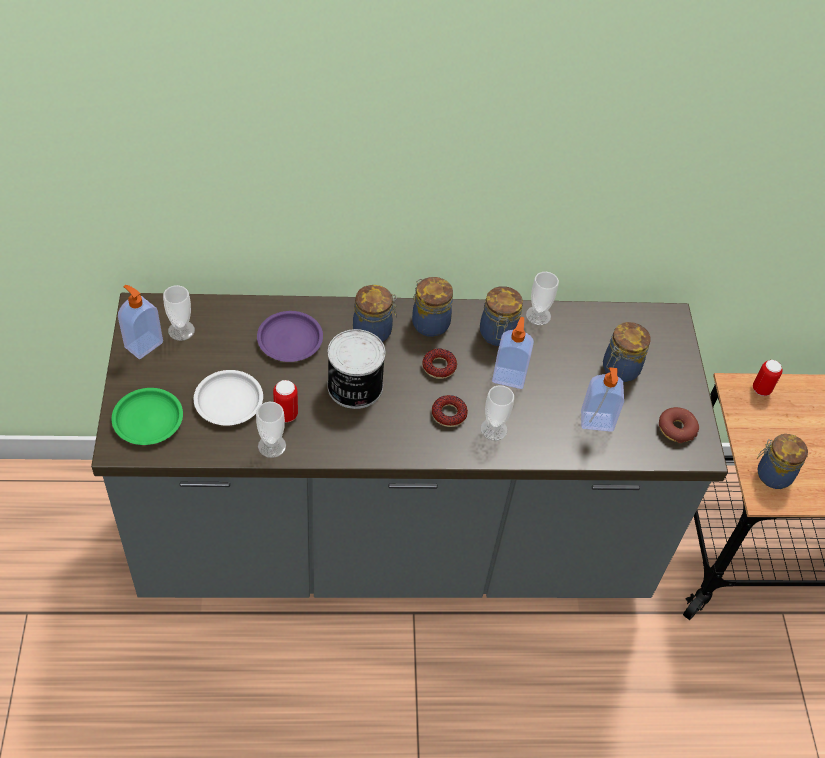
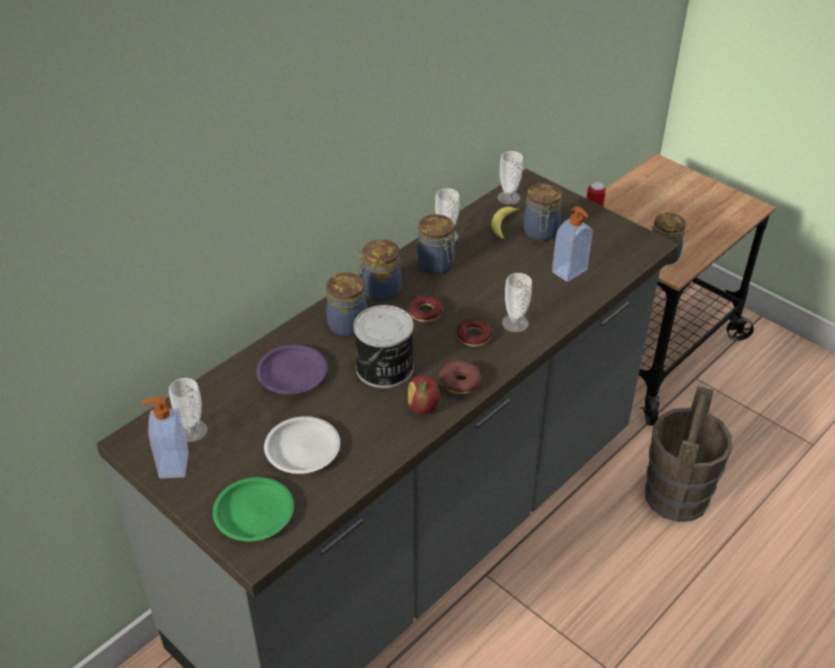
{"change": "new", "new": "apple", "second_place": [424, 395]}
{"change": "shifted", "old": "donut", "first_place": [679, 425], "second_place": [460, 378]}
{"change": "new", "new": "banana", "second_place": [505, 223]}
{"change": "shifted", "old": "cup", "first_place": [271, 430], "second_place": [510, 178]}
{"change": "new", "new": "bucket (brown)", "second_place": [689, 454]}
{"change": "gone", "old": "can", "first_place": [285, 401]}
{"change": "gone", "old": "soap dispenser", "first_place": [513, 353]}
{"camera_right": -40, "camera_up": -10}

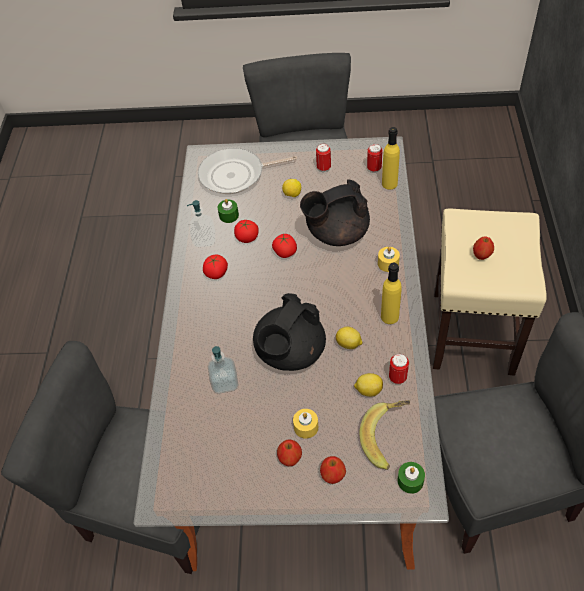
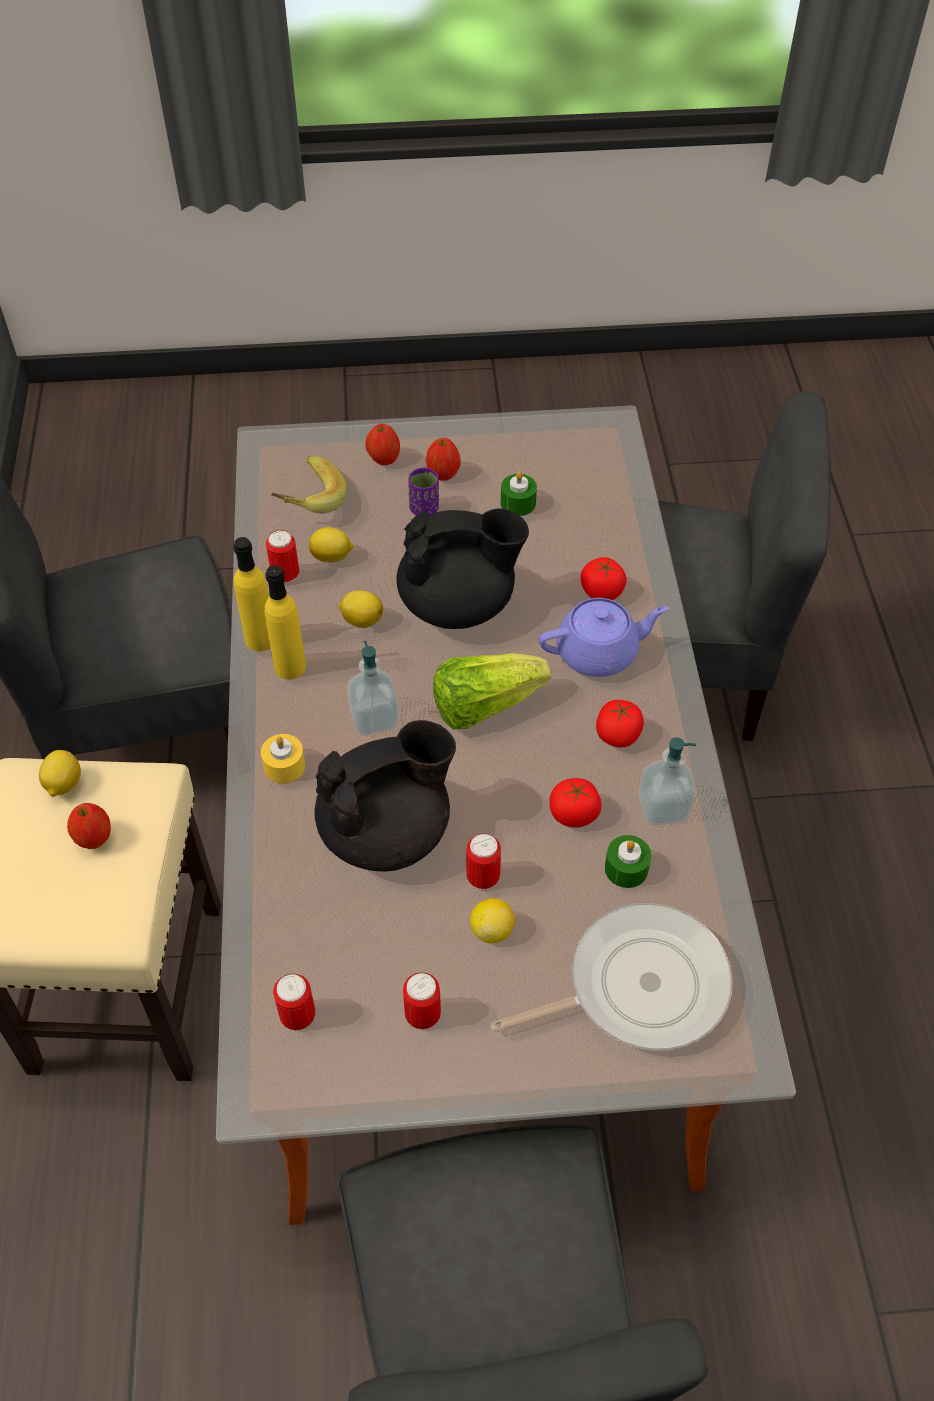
{"change": "new", "new": "lemon", "second_place": [60, 773]}
{"change": "shifted", "old": "bottle (yellow)", "first_place": [391, 158], "second_place": [251, 594]}
{"change": "shifted", "old": "soap dispenser", "first_place": [223, 370], "second_place": [373, 688]}
{"change": "rotated", "old": "teapot (black)", "first_place": [289, 332], "second_place": [462, 568], "degrees": 60}
{"change": "swapped", "old": "candle (yellow)", "new": "cup (purple)", "first_place": [305, 424], "second_place": [423, 491]}
{"change": "new", "new": "lettuce", "second_place": [492, 691]}
{"change": "new", "new": "can", "second_place": [483, 861]}
{"change": "shifted", "old": "candle (green)", "first_place": [411, 478], "second_place": [519, 493]}
{"change": "new", "new": "teapot (purple)", "second_place": [604, 637]}
{"change": "shifted", "old": "tomato", "first_place": [284, 246], "second_place": [604, 578]}
{"camera_right": 170, "camera_up": 0}

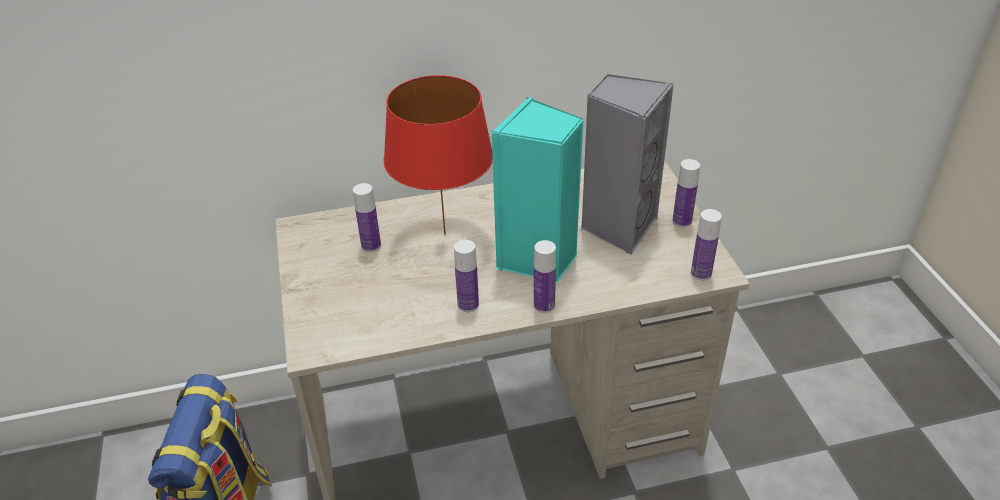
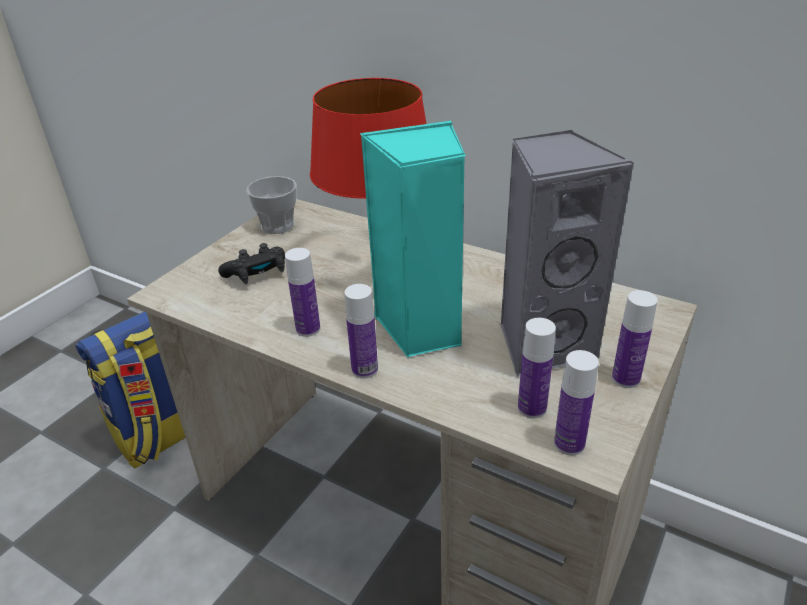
{"change": "new", "new": "game controller (black)", "second_place": [251, 263]}
{"change": "new", "new": "cup", "second_place": [271, 205]}
{"change": "shifted", "old": "bottle", "first_place": [367, 217], "second_place": [537, 368]}
{"camera_right": 45, "camera_up": -5}

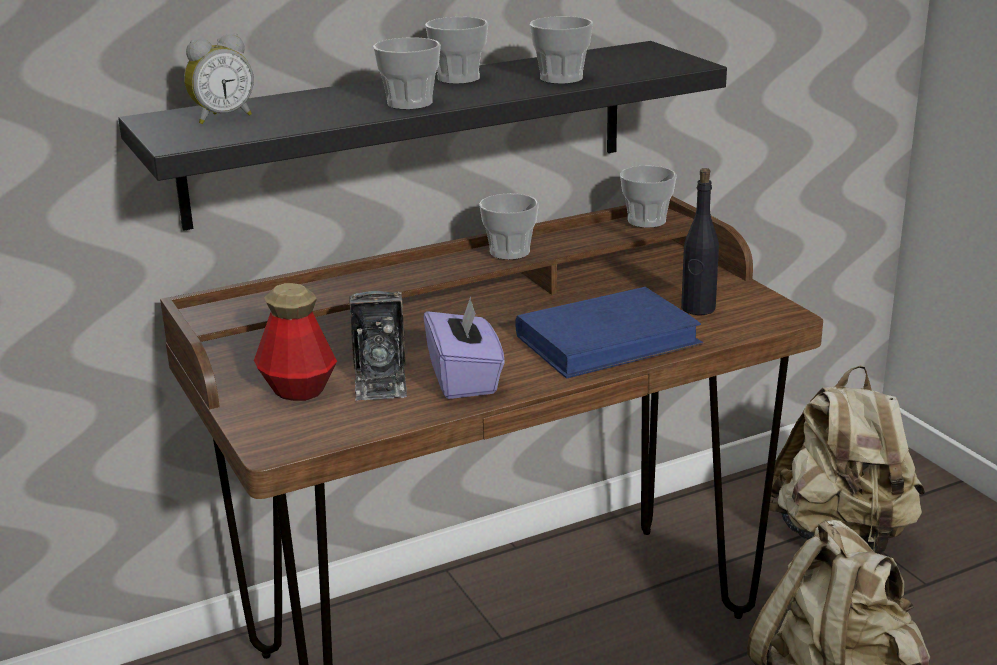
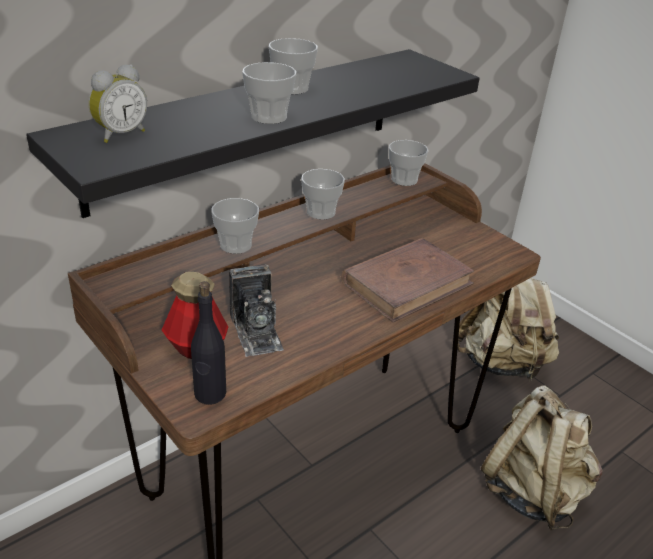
{"change": "shifted", "old": "bottle (black)", "first_place": [700, 241], "second_place": [208, 343]}
{"change": "shifted", "old": "cup", "first_place": [561, 50], "second_place": [235, 226]}
{"change": "repainted", "old": "book (blue)", "new": "book (brown)", "first_place": [609, 333], "second_place": [407, 280]}
{"change": "gone", "old": "tissue box (purple)", "first_place": [464, 347]}
{"camera_right": -15, "camera_up": 10}

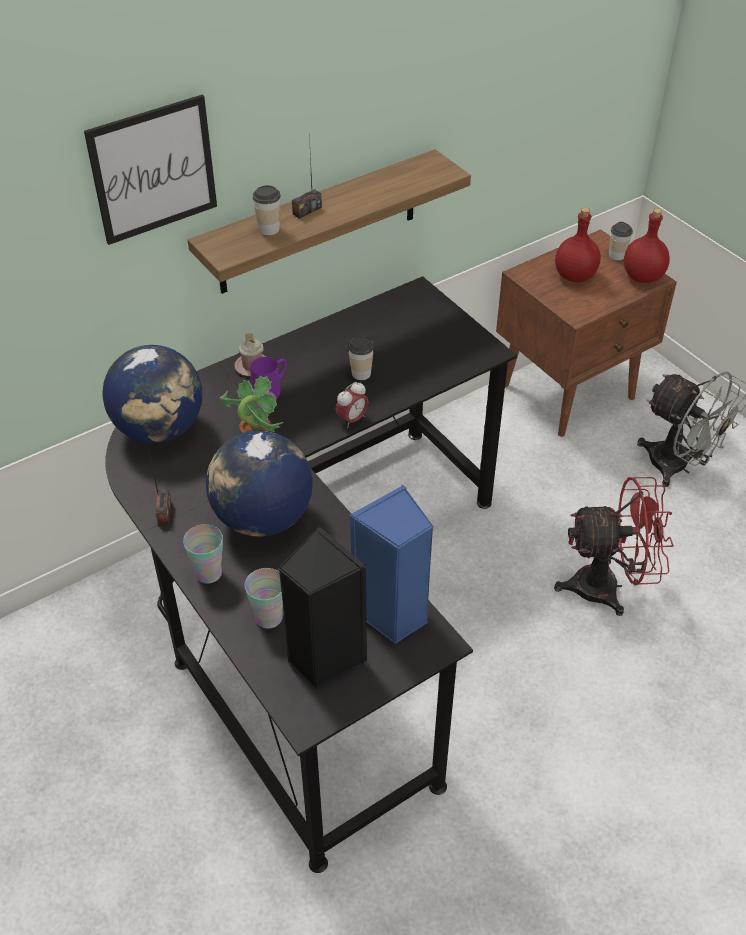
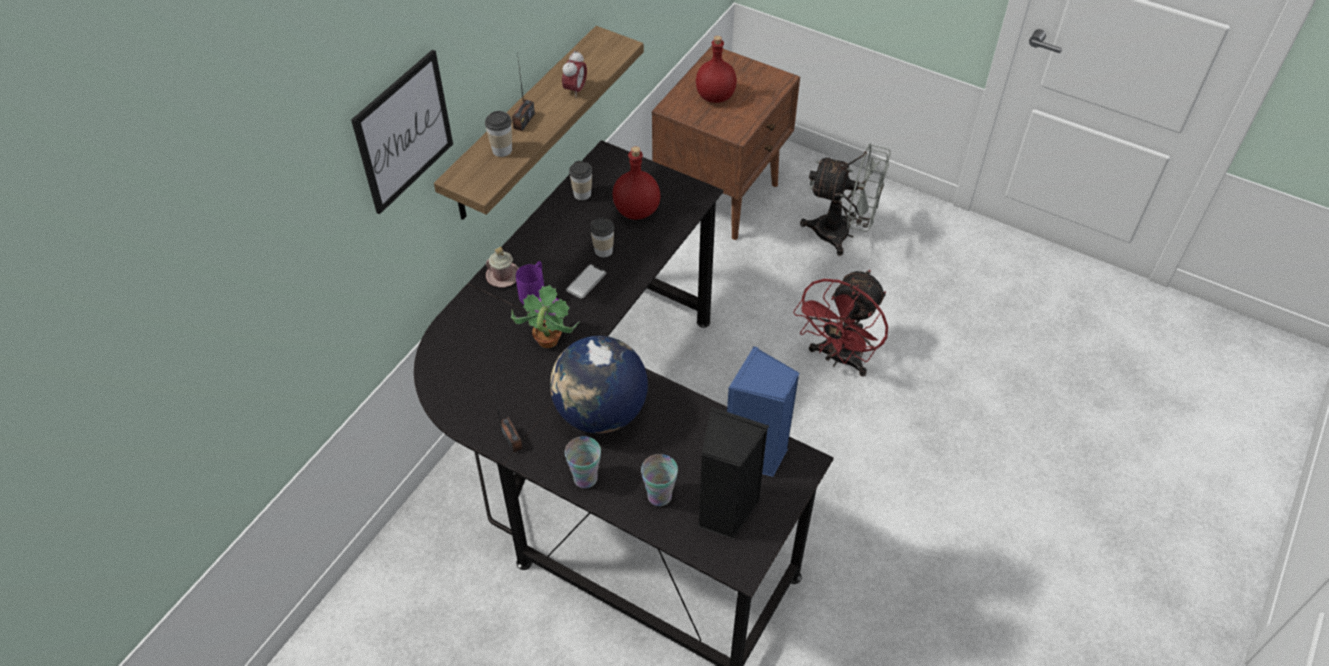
{"change": "shifted", "old": "alarm clock", "first_place": [351, 405], "second_place": [574, 74]}
{"change": "new", "new": "phone", "second_place": [586, 281]}
{"change": "shifted", "old": "cup", "first_place": [621, 241], "second_place": [580, 180]}
{"change": "shifted", "old": "bottle (red)", "first_place": [647, 246], "second_place": [636, 183]}
{"change": "rotated", "old": "fan (red)", "first_place": [614, 546], "second_place": [840, 323], "degrees": 150}
{"change": "gone", "old": "globe", "first_place": [152, 394]}
{"camera_right": -25, "camera_up": 5}

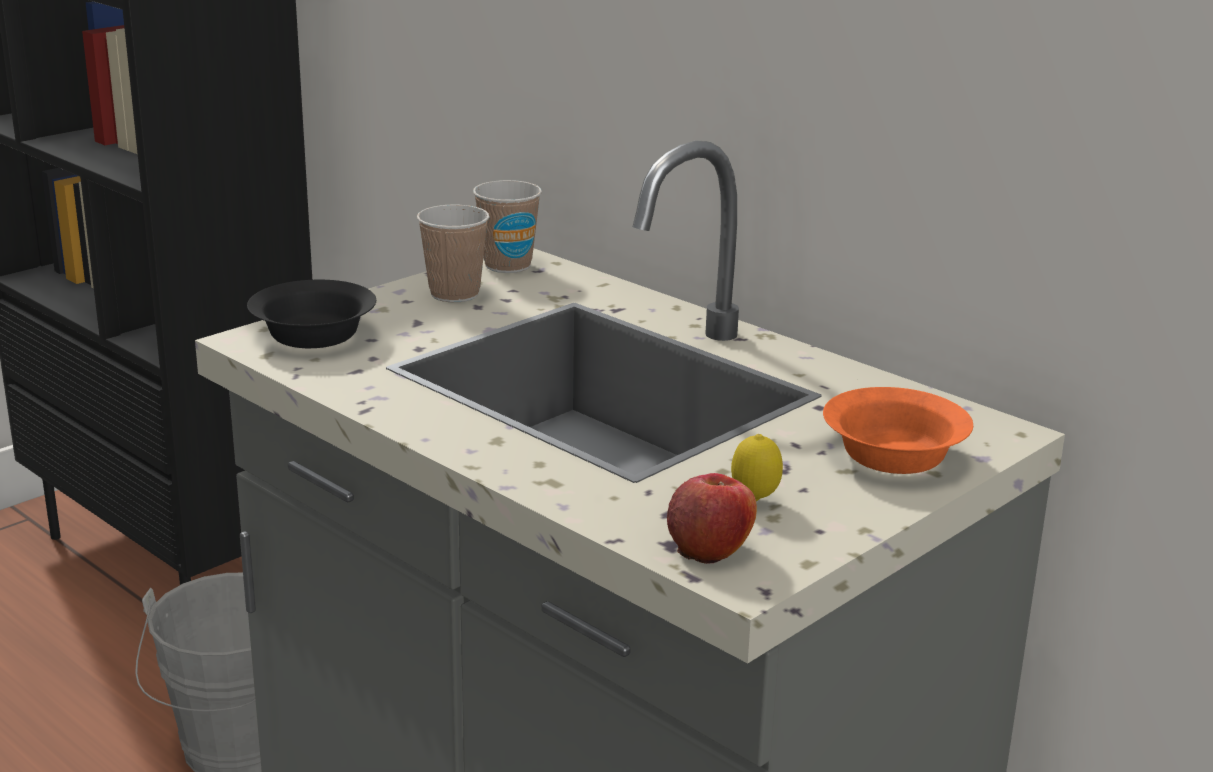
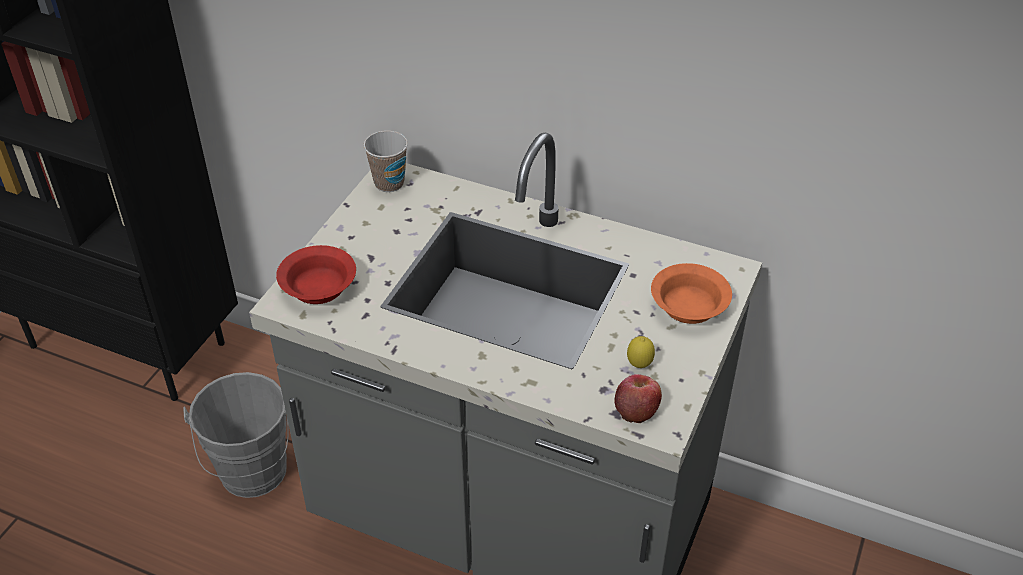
{"change": "repainted", "old": "bowl (black)", "new": "bowl (red)", "first_place": [311, 314], "second_place": [316, 274]}
{"change": "gone", "old": "cup", "first_place": [453, 253]}
{"camera_right": -20, "camera_up": 20}

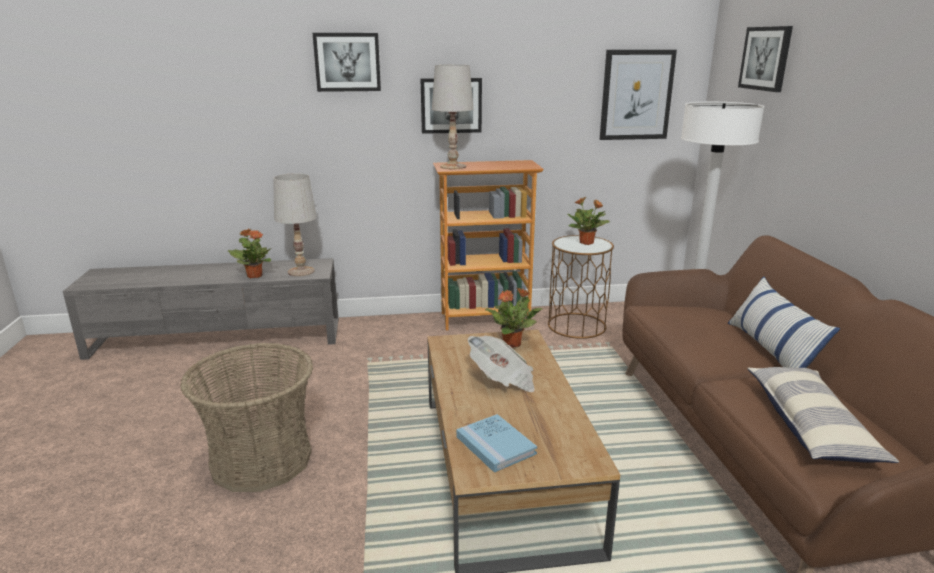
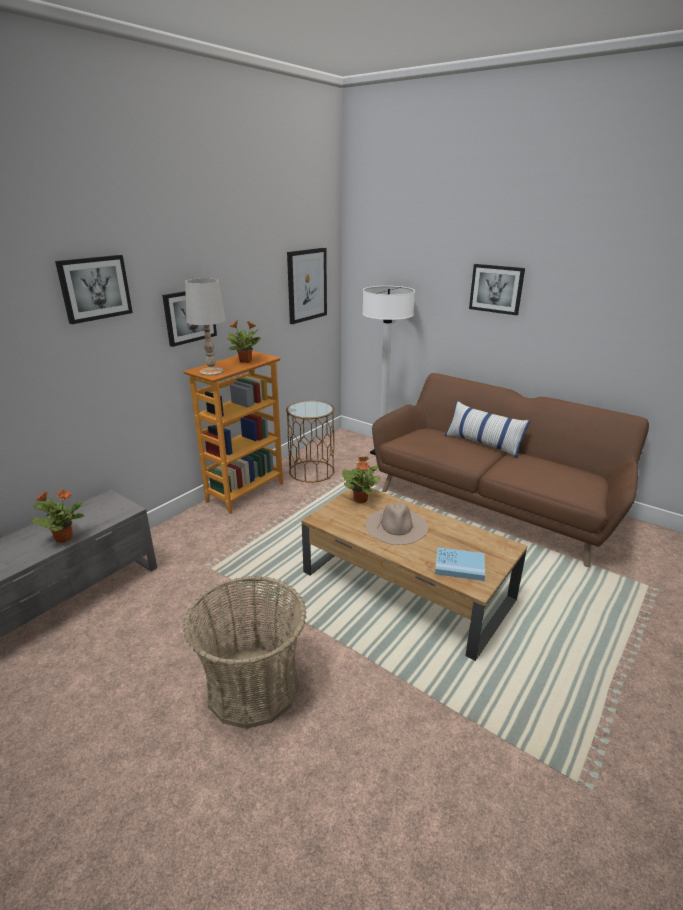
{"change": "shifted", "old": "potted plant", "first_place": [588, 221], "second_place": [244, 342]}
{"change": "swapped", "old": "newspaper", "new": "hat (beige)", "first_place": [500, 364], "second_place": [396, 523]}
{"change": "shifted", "old": "picture", "first_place": [765, 59], "second_place": [497, 289]}
{"change": "gone", "old": "table lamp (white)", "first_place": [295, 224]}
{"change": "gone", "old": "pillow", "first_place": [823, 415]}
{"camera_right": -45, "camera_up": 5}

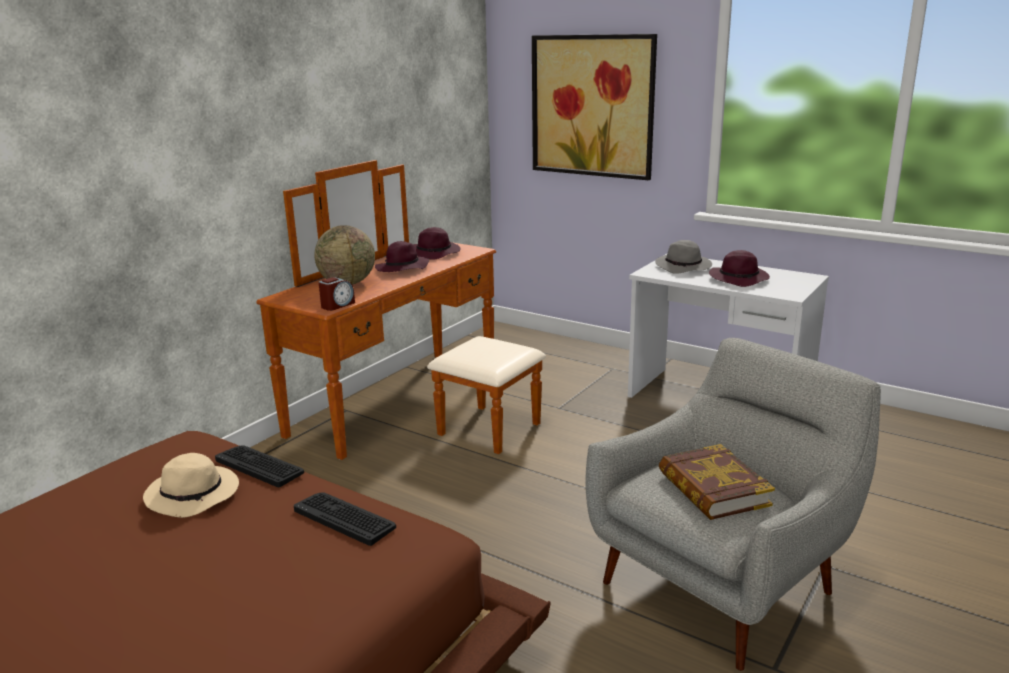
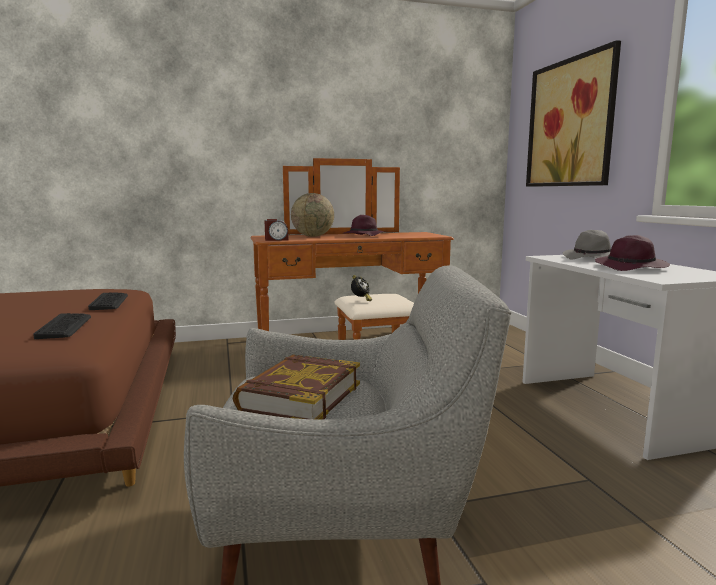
{"change": "new", "new": "alarm clock", "second_place": [361, 288]}
{"change": "gone", "old": "hat (beige)", "first_place": [191, 485]}
{"change": "gone", "old": "hat (purple)", "first_place": [437, 243]}
{"camera_right": 40, "camera_up": -10}

